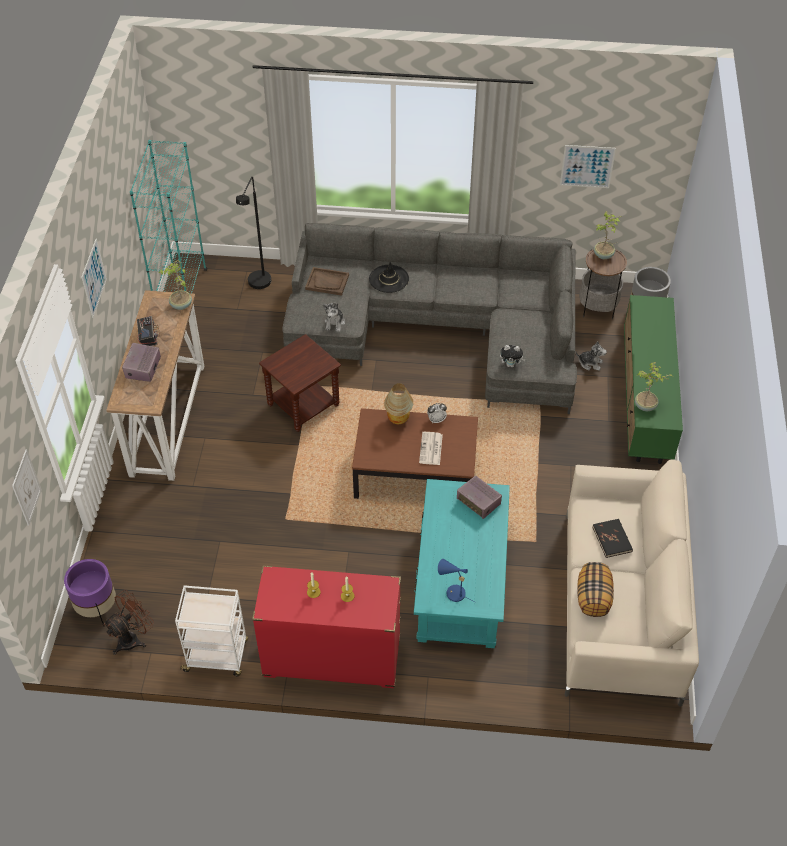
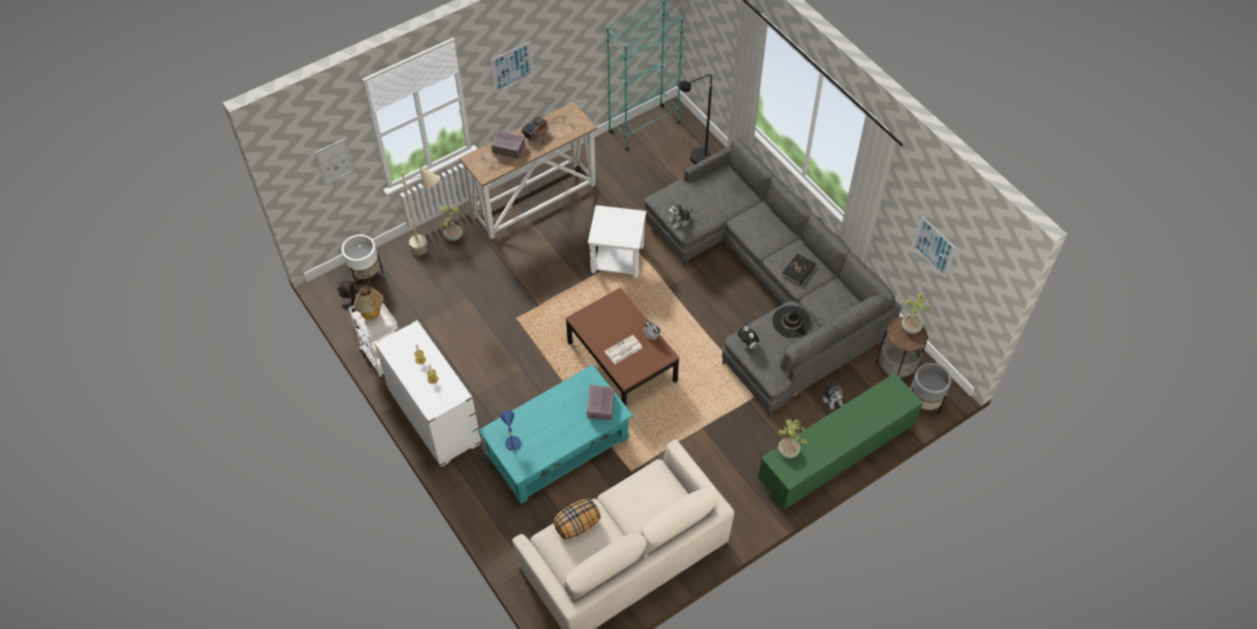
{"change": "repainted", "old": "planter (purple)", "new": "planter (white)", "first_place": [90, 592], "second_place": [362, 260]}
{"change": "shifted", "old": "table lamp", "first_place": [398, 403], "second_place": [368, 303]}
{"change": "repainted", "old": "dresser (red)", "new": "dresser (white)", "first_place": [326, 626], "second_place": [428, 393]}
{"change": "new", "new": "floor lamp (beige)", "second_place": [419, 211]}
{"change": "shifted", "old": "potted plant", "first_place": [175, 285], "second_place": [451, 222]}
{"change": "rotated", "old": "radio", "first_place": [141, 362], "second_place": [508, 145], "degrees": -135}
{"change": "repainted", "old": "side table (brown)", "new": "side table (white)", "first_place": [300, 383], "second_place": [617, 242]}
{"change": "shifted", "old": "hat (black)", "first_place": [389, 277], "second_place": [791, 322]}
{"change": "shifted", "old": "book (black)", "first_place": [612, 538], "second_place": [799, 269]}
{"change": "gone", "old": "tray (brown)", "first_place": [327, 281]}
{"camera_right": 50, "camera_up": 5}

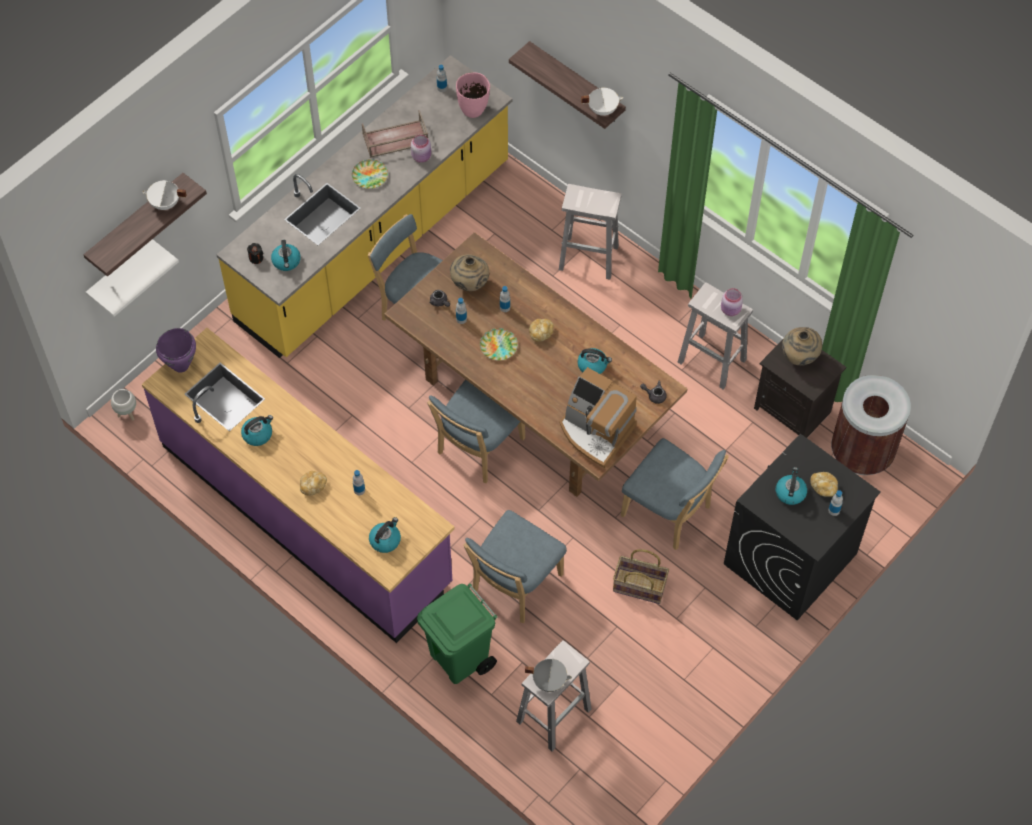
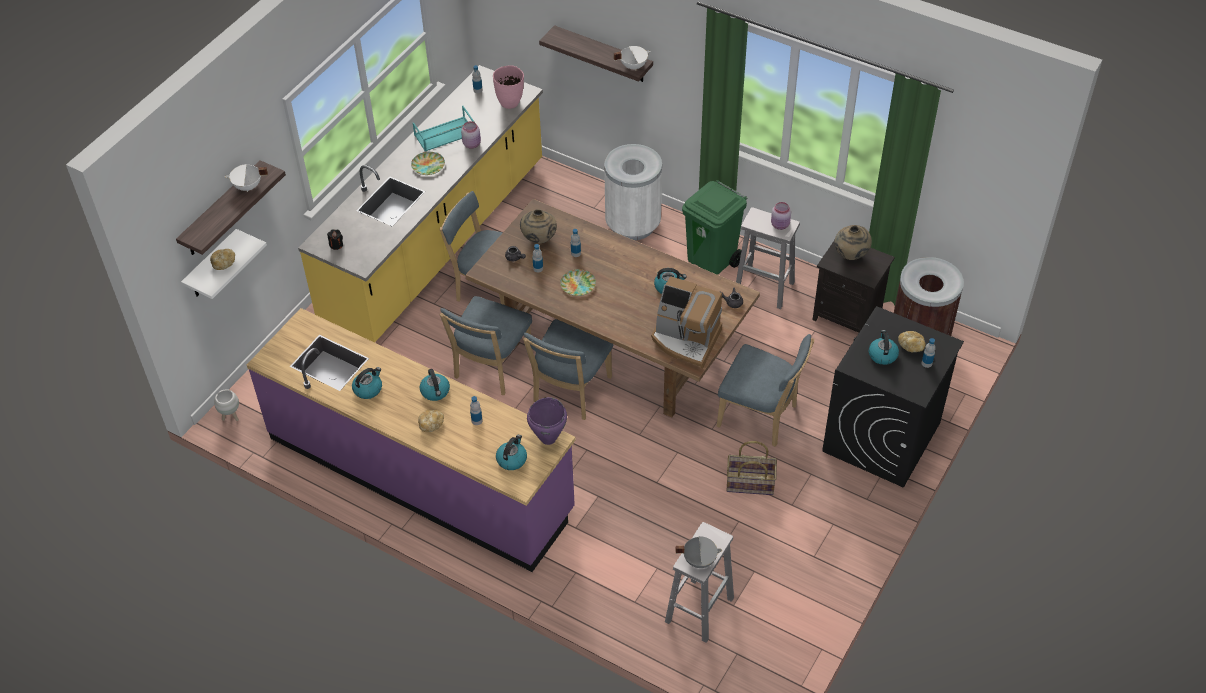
{"change": "shifted", "old": "bread", "first_place": [541, 330], "second_place": [222, 259]}
{"change": "repainted", "old": "tray (brown)", "new": "tray (turquoise)", "first_place": [395, 134], "second_place": [444, 128]}
{"change": "shifted", "old": "kettle", "first_place": [286, 255], "second_place": [435, 385]}
{"change": "shifted", "old": "chair (blue)", "first_place": [515, 566], "second_place": [486, 345]}
{"change": "shifted", "old": "cooking pot (purple)", "first_place": [176, 350], "second_place": [547, 421]}
{"change": "swapped", "old": "stool (white)", "new": "trash can (white)", "first_place": [590, 232], "second_place": [633, 192]}
{"change": "shifted", "old": "trash can (green)", "first_place": [457, 633], "second_place": [714, 227]}
{"camera_right": -10, "camera_up": -10}

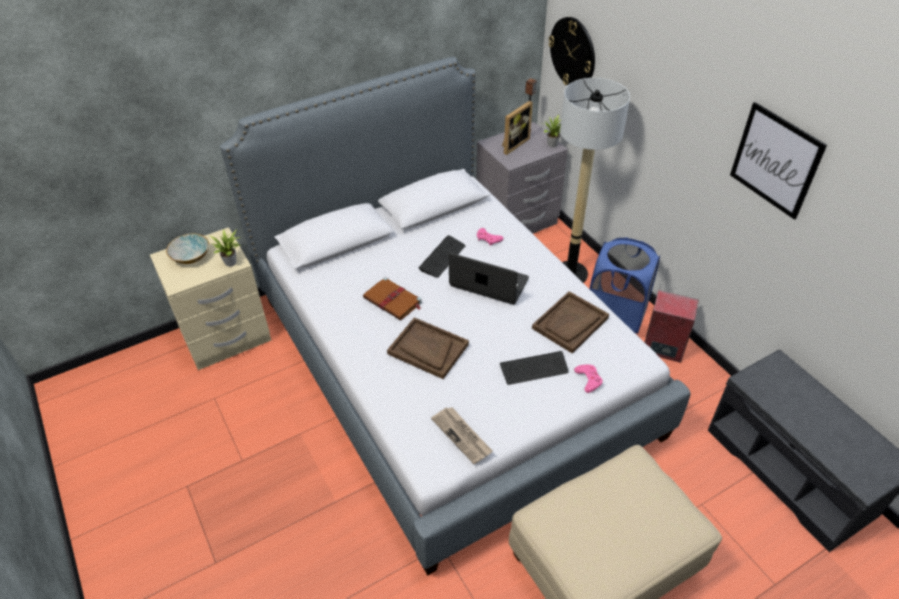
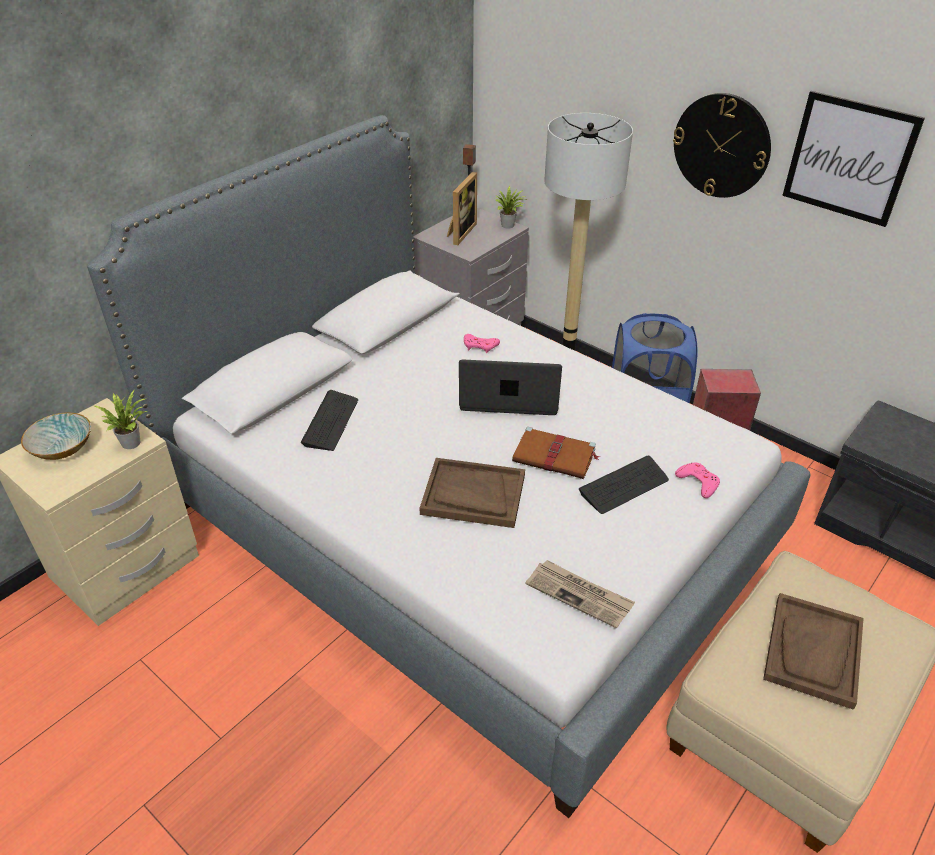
{"change": "shifted", "old": "keyboard", "first_place": [441, 256], "second_place": [329, 420]}
{"change": "shifted", "old": "book (brown)", "first_place": [392, 298], "second_place": [556, 453]}
{"change": "shifted", "old": "wall clock", "first_place": [571, 51], "second_place": [722, 145]}
{"change": "shifted", "old": "tray (brown)", "first_place": [570, 322], "second_place": [813, 651]}
{"camera_right": -20, "camera_up": -5}

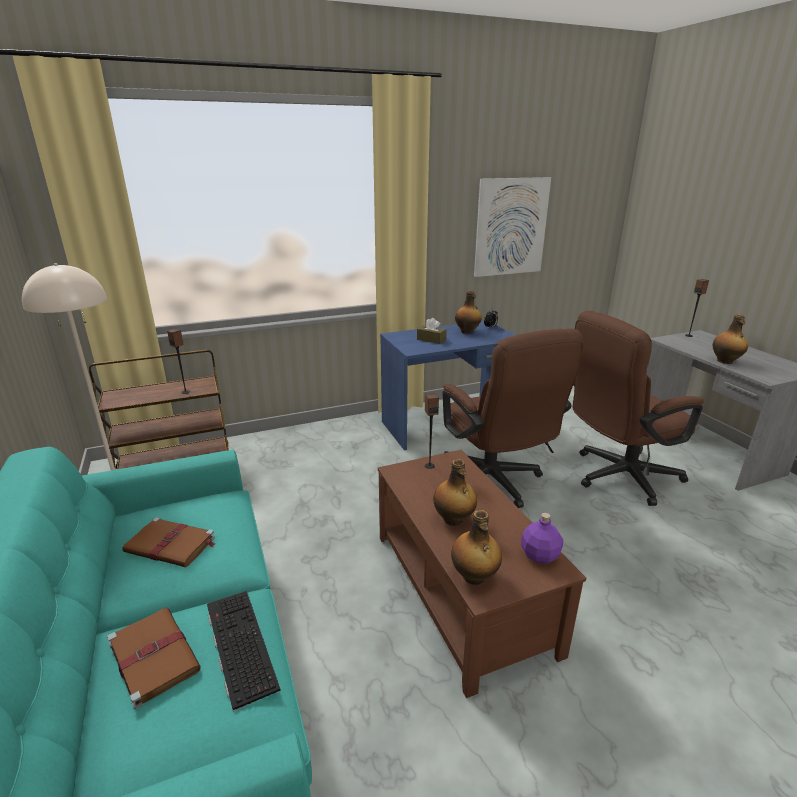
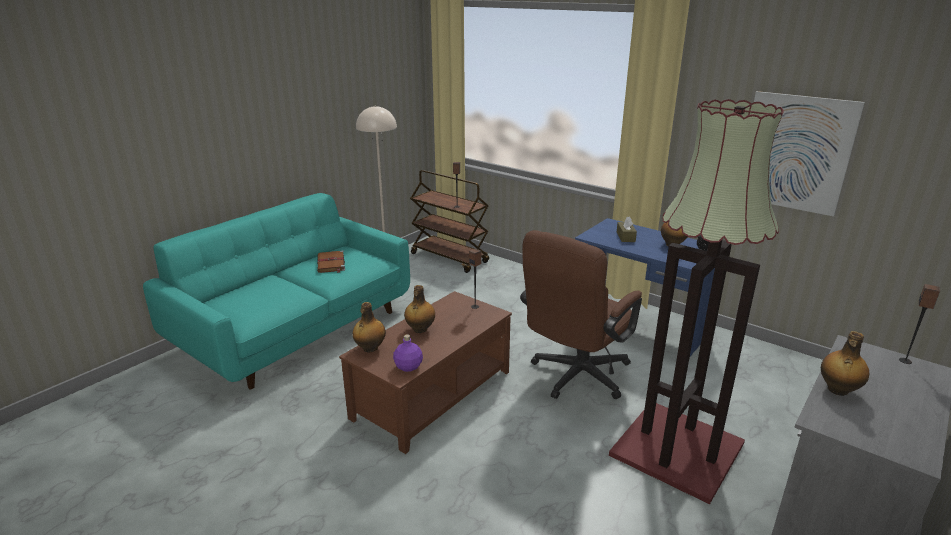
{"change": "swapped", "old": "office chair (brown)", "new": "floor lamp", "first_place": [638, 408], "second_place": [696, 301]}
{"change": "gone", "old": "book (brown)", "first_place": [154, 658]}
{"change": "gone", "old": "keyboard", "first_place": [244, 651]}
{"camera_right": 60, "camera_up": 0}

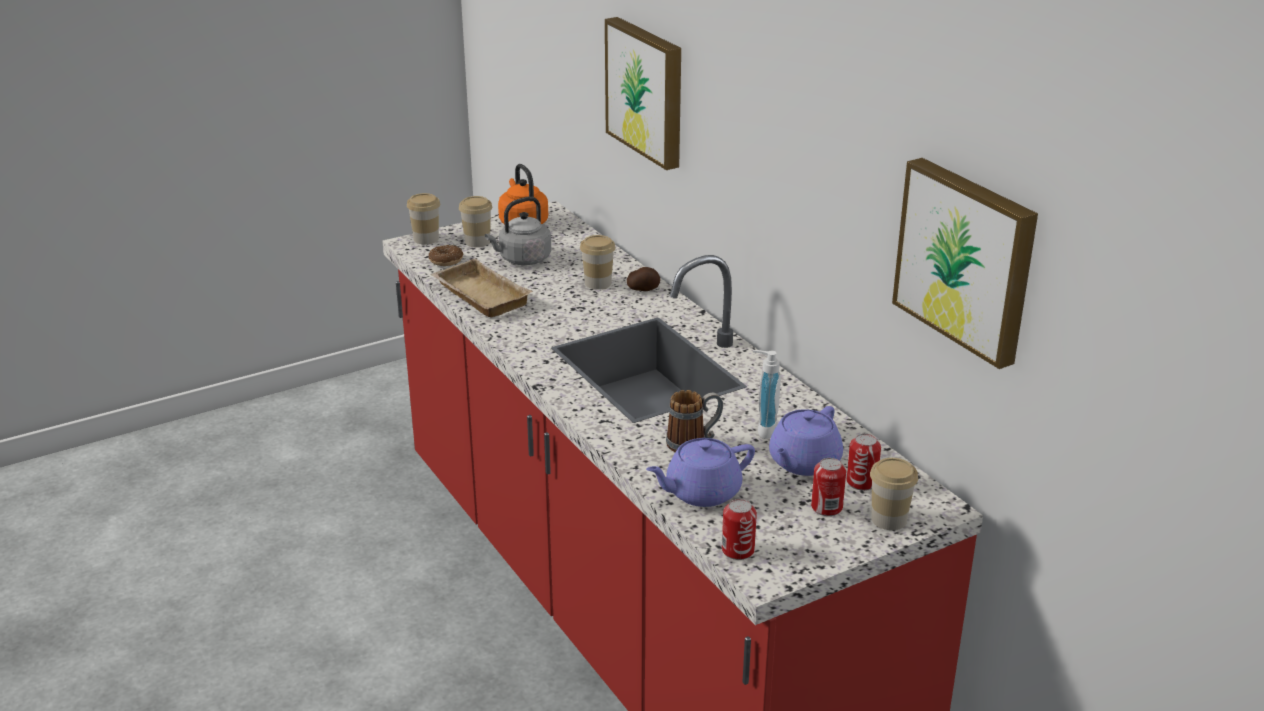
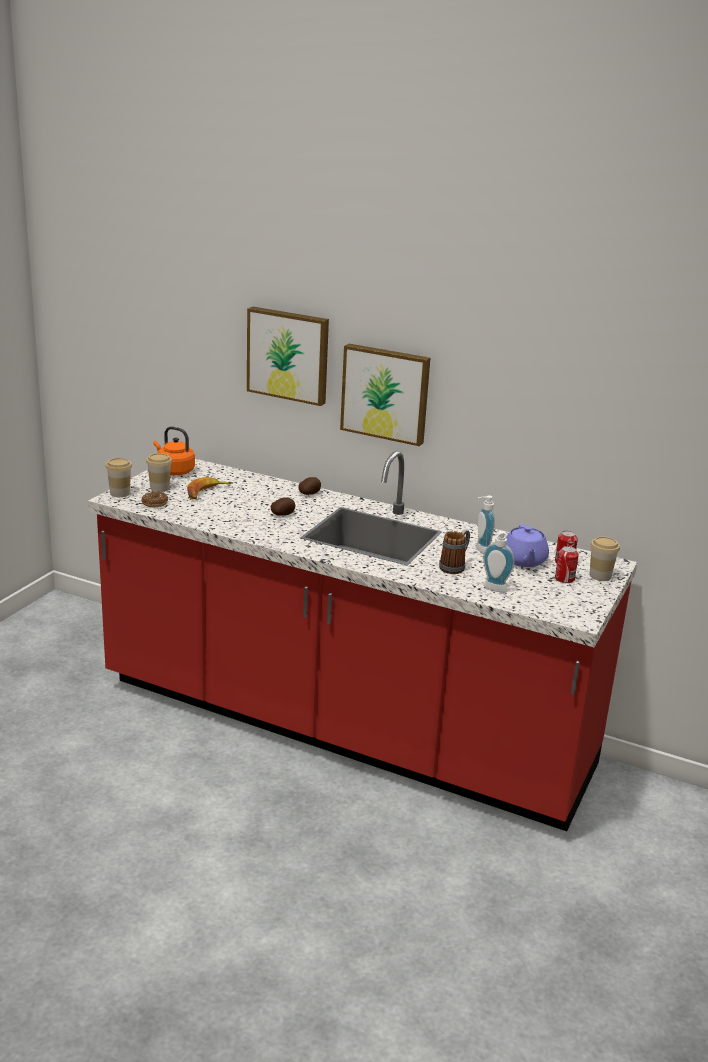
{"change": "swapped", "old": "kettle (grey)", "new": "banana", "first_place": [518, 231], "second_place": [210, 488]}
{"change": "new", "new": "potato", "second_place": [283, 506]}
{"change": "shifted", "old": "picture", "first_place": [965, 263], "second_place": [385, 395]}
{"change": "swapped", "old": "teapot (purple)", "new": "soap dispenser", "first_place": [700, 472], "second_place": [499, 562]}
{"change": "gone", "old": "tray (beige)", "first_place": [482, 288]}
{"change": "gone", "old": "cup", "first_place": [598, 262]}
{"change": "gone", "old": "can", "first_place": [739, 529]}
{"camera_right": -35, "camera_up": -5}

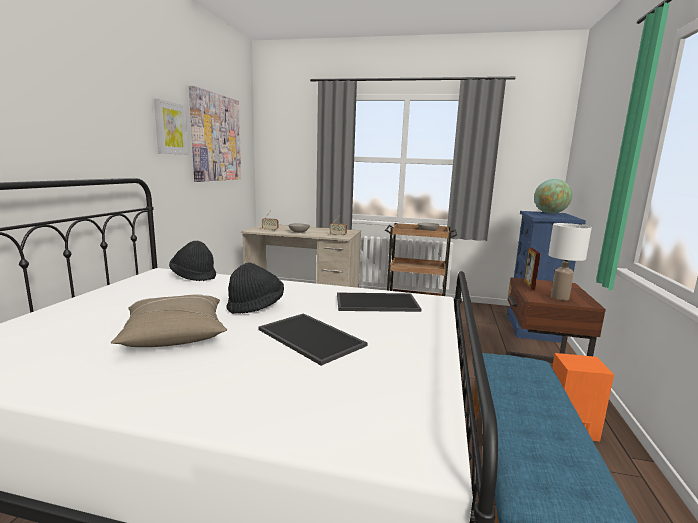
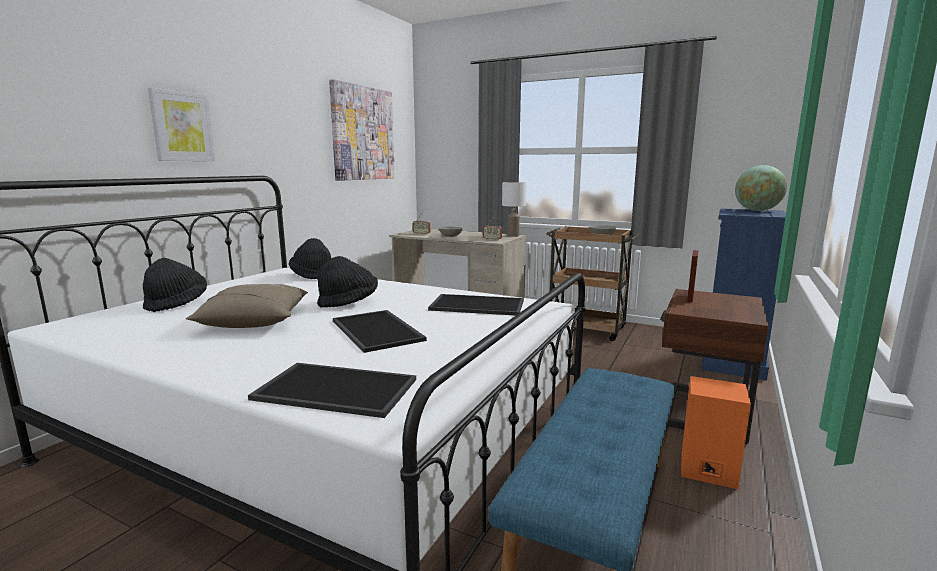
{"change": "new", "new": "hat (black)", "second_place": [175, 285]}
{"change": "shifted", "old": "picture", "first_place": [171, 126], "second_place": [181, 124]}
{"change": "new", "new": "tray", "second_place": [332, 390]}
{"change": "shifted", "old": "table lamp (white)", "first_place": [570, 261], "second_place": [514, 209]}
{"camera_right": 15, "camera_up": 0}

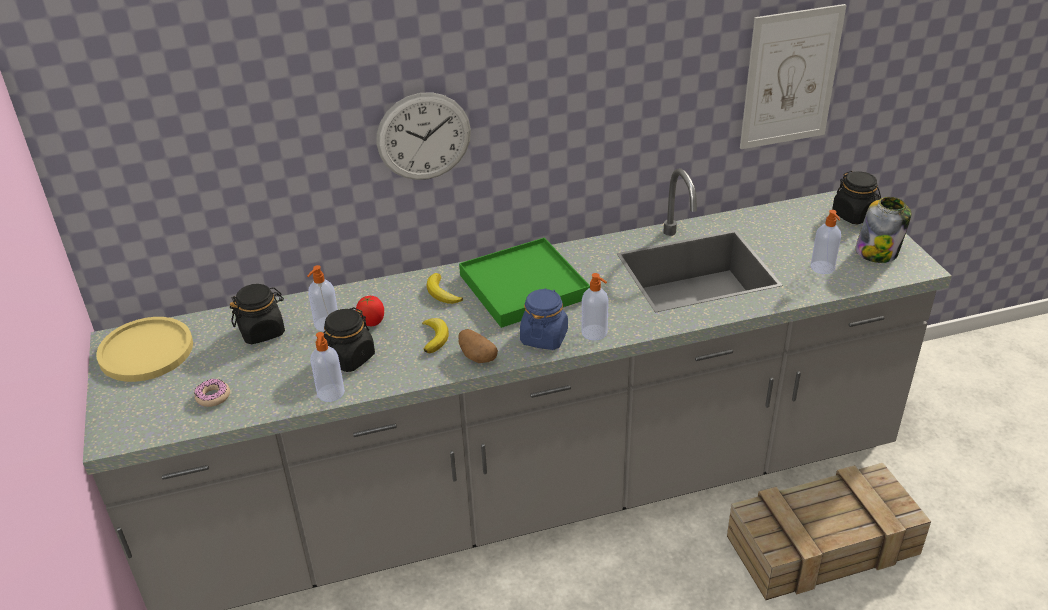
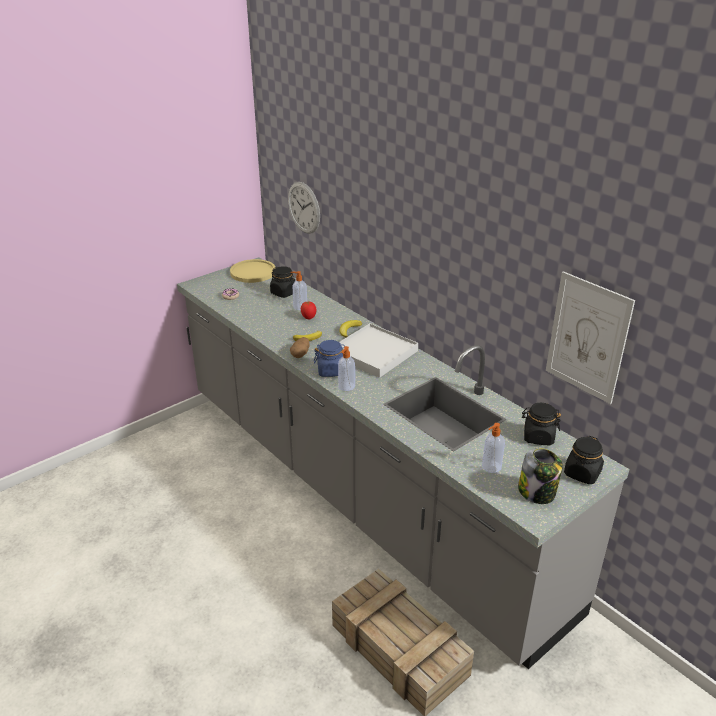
{"change": "shifted", "old": "wall clock", "first_place": [424, 136], "second_place": [304, 208]}
{"change": "repainted", "old": "tray (green)", "new": "tray (white)", "first_place": [524, 282], "second_place": [378, 350]}
{"change": "shifted", "old": "jar (black)", "first_place": [349, 339], "second_place": [541, 424]}
{"change": "gone", "old": "soap dispenser", "first_place": [327, 367]}
{"camera_right": 65, "camera_up": -5}

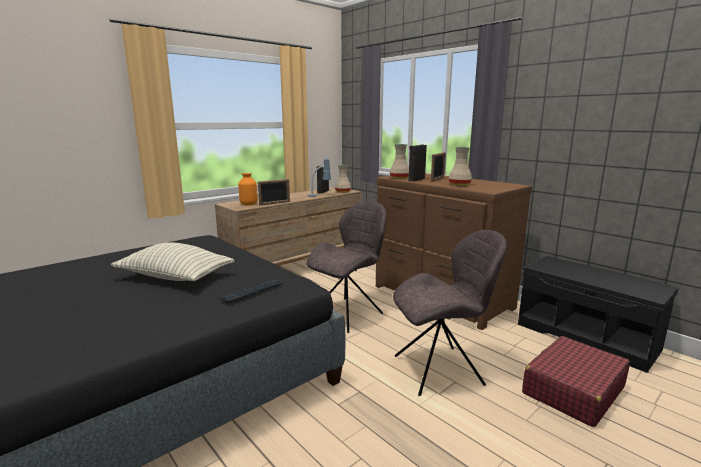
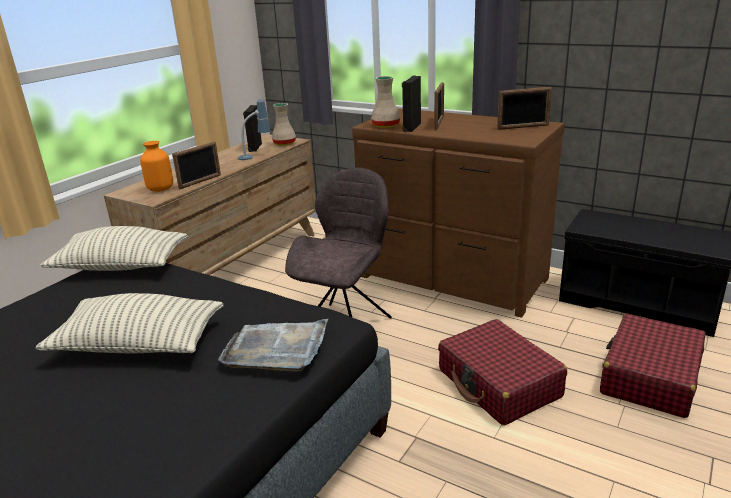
{"change": "new", "new": "pillow", "second_place": [114, 248]}
{"change": "swapped", "old": "keyboard", "new": "tray (grey)", "first_place": [251, 291], "second_place": [273, 345]}
{"change": "swapped", "old": "chair (grey)", "new": "suitcase (red)", "first_place": [450, 313], "second_place": [502, 372]}
{"change": "new", "new": "picture frame", "second_place": [524, 108]}
{"change": "gone", "old": "vase (beige)", "first_place": [460, 166]}
{"camera_right": -15, "camera_up": 10}

